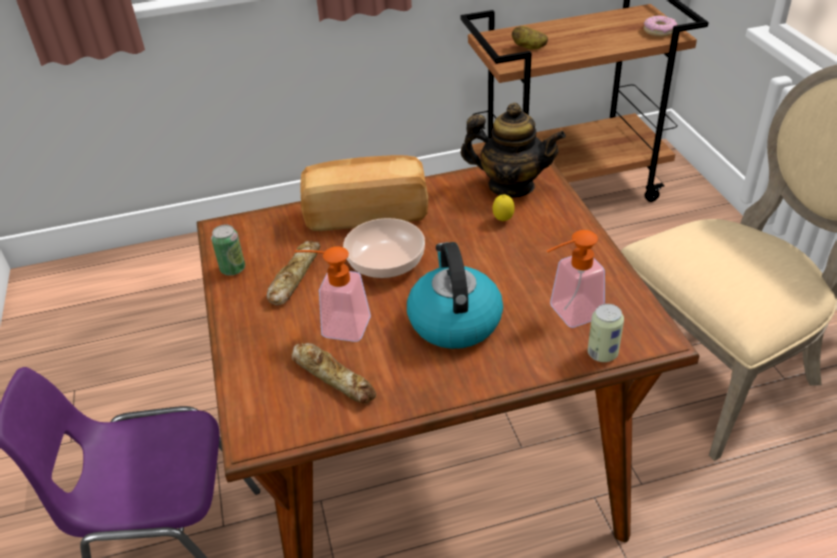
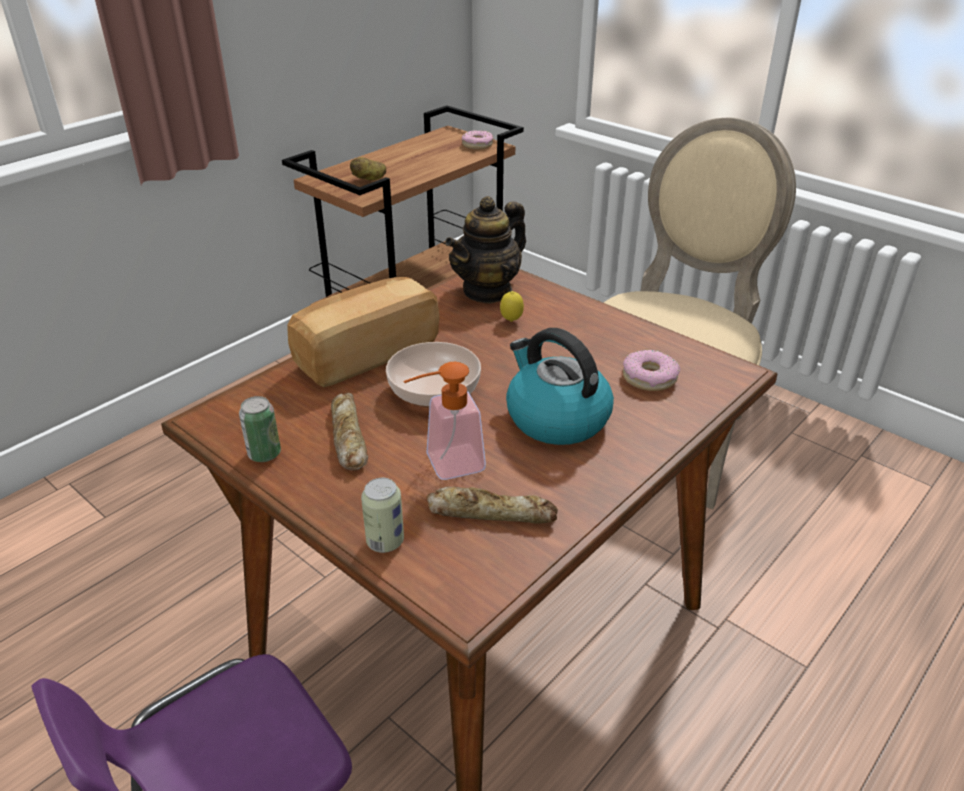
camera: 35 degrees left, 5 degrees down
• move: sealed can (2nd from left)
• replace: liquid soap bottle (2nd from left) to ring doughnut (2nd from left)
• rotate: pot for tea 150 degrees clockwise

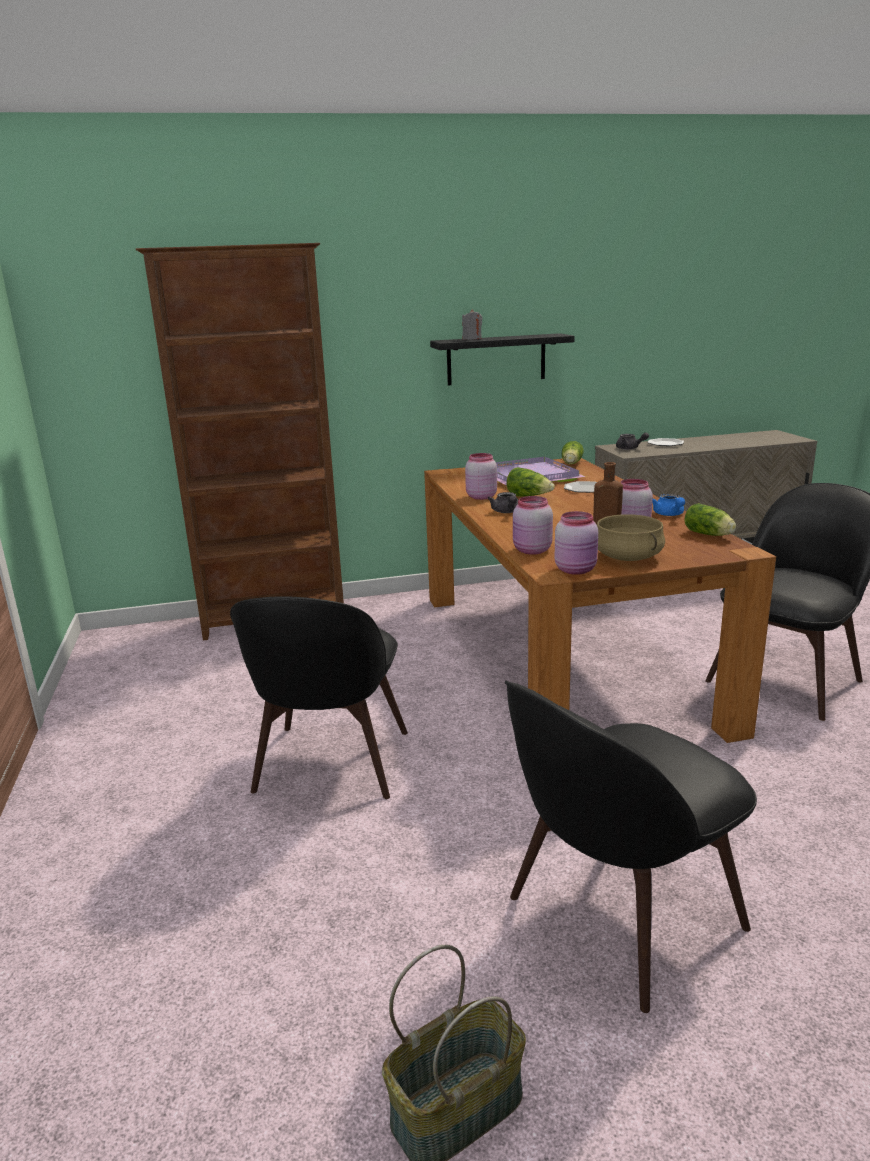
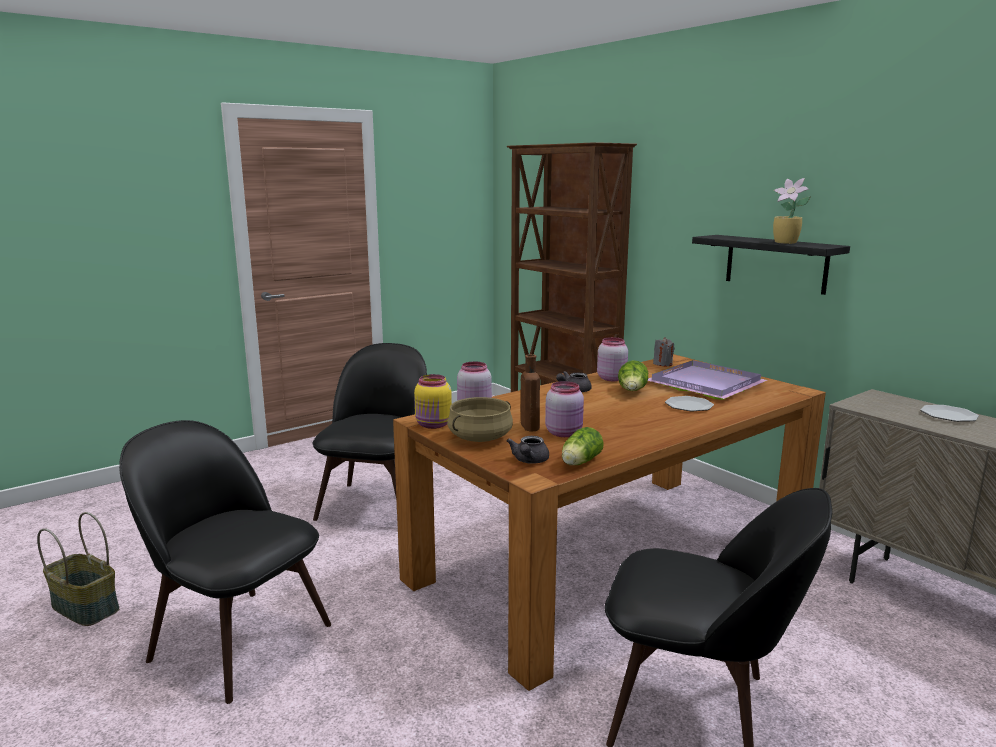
camera: 65 degrees right, 5 degrees down
• delete: head of lettuce (2nd from left)
• delete: pot for tea in blue-coloured
• insert: houseplant
• move: wax candle in gray
• move: pot for tea in gray (2nd from left in the first image) to pot for tea in gray (1st from left)
• recolor: storage jar in pink (3rd from left) to storage jar in yellow
• rotate: plain chair in black-coloured (1st from left in the first image) 120 degrees clockwise

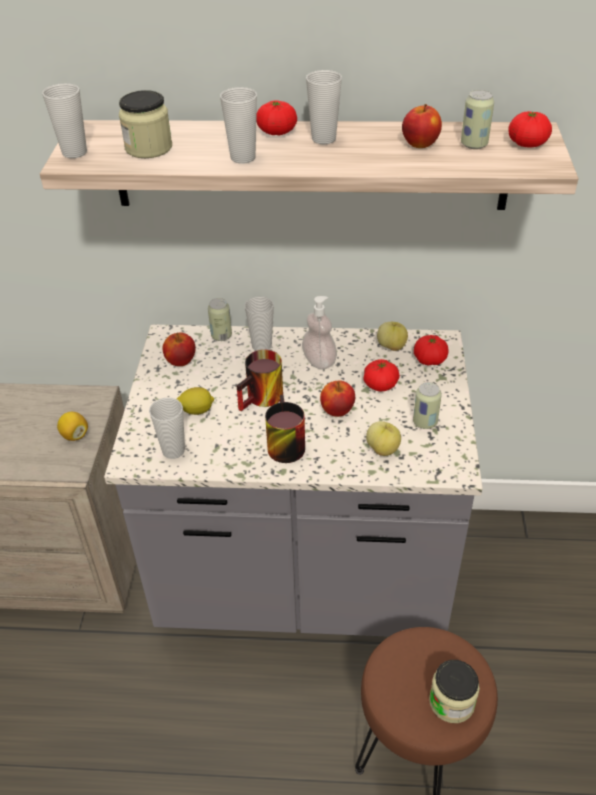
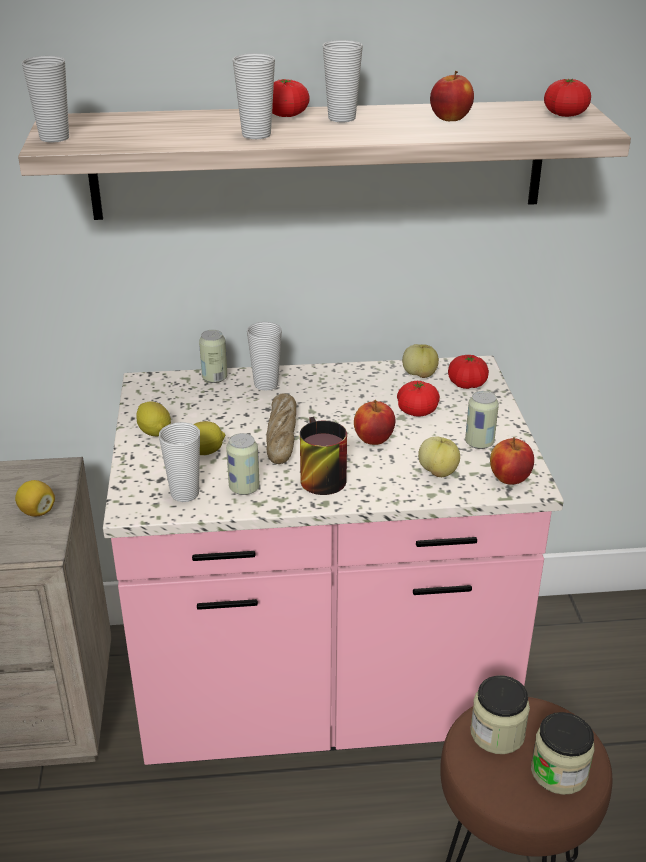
camera: 10 degrees left, 10 degrees down
• delete: liquid soap bottle
• insert: citrus fruit (2nd from left)
• move: storage jar (1st from left)
• move: whole apple (1st from left in the first image) to whole apple (5th from left)
• move: sealed can (3rd from left in the first image) to sealed can (2nd from left)
• replace: coffee mug (1st from left) to bread
• recolor: kitchen counter in gray to kitchen counter in pink

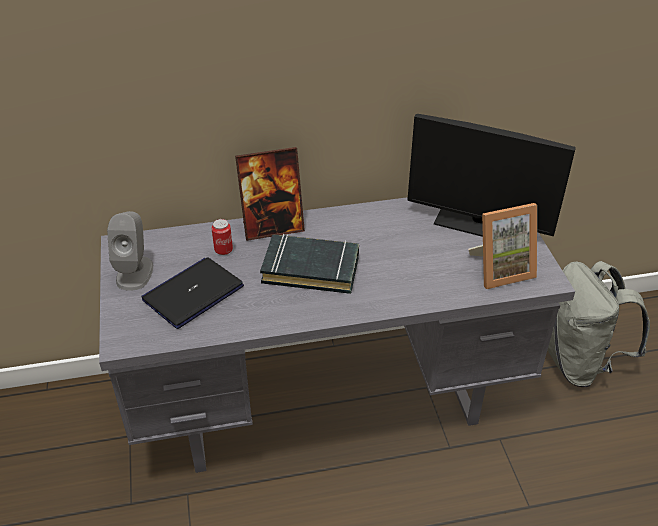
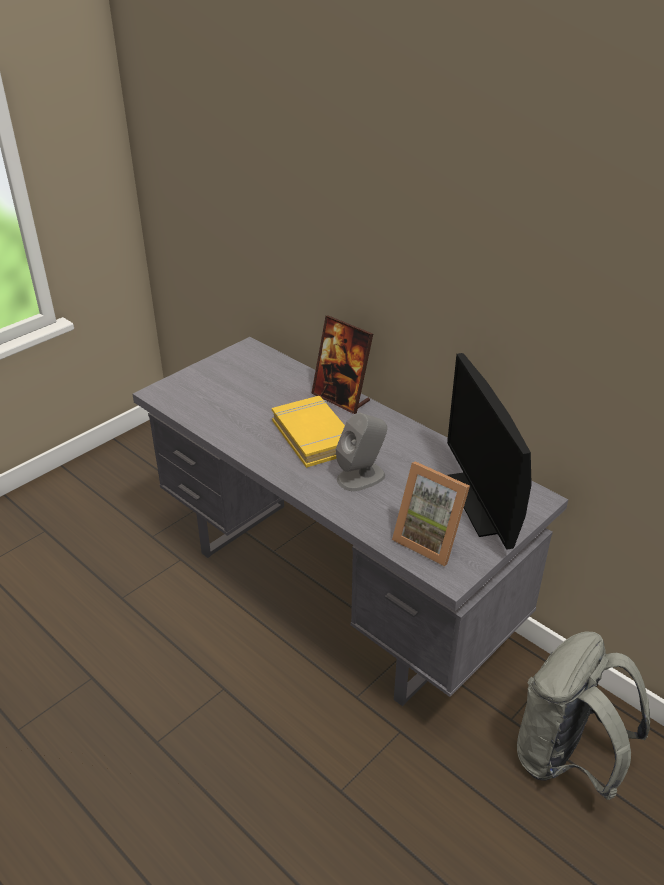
camera: 55 degrees right, 5 degrees down
• delete: portable computer
• delete: sealed can
• move: speaker in gray
• recolor: book in black-coloured to book in yellow

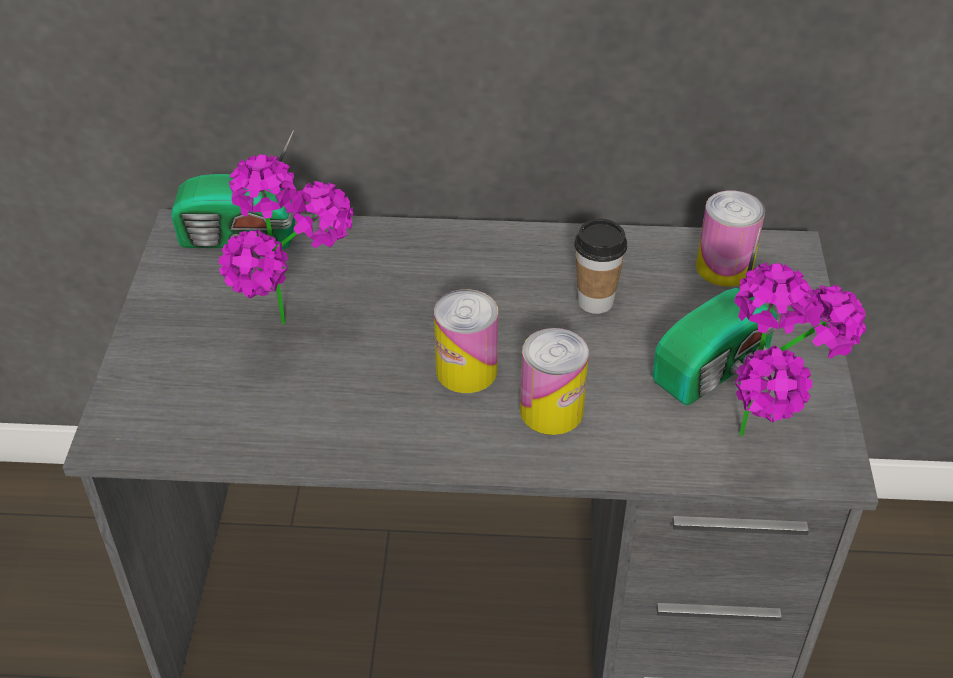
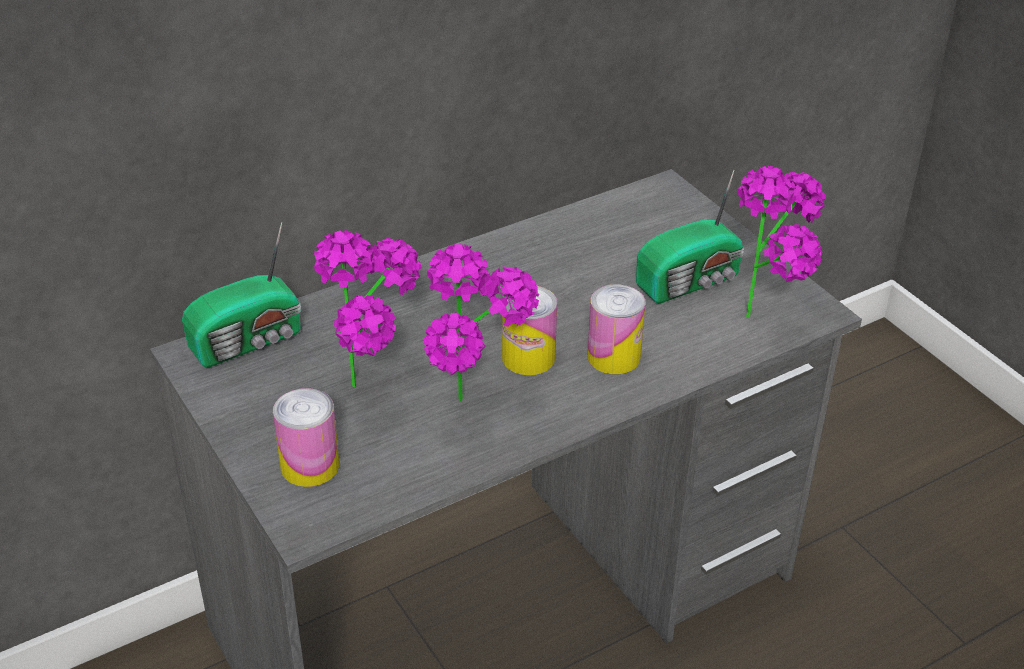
camera: 35 degrees left, 5 degrees down
• delete: drinking cup
• insert: houseplant (2nd from left)
• move: sealed can (3rd from left in the first image) to sealed can (1st from left)
• rotate: radio set (2nd from left) 45 degrees clockwise

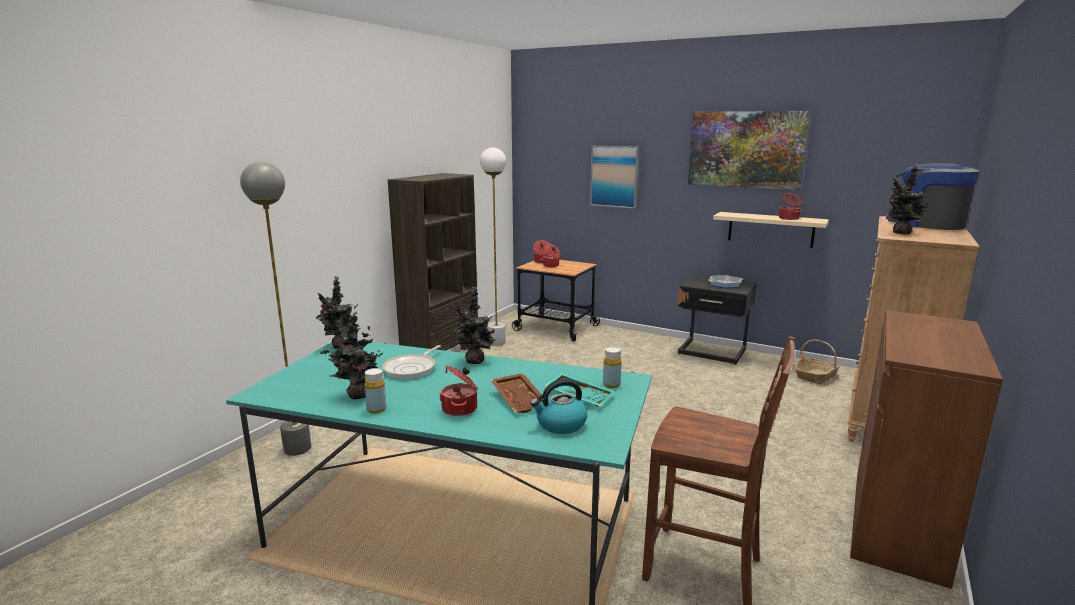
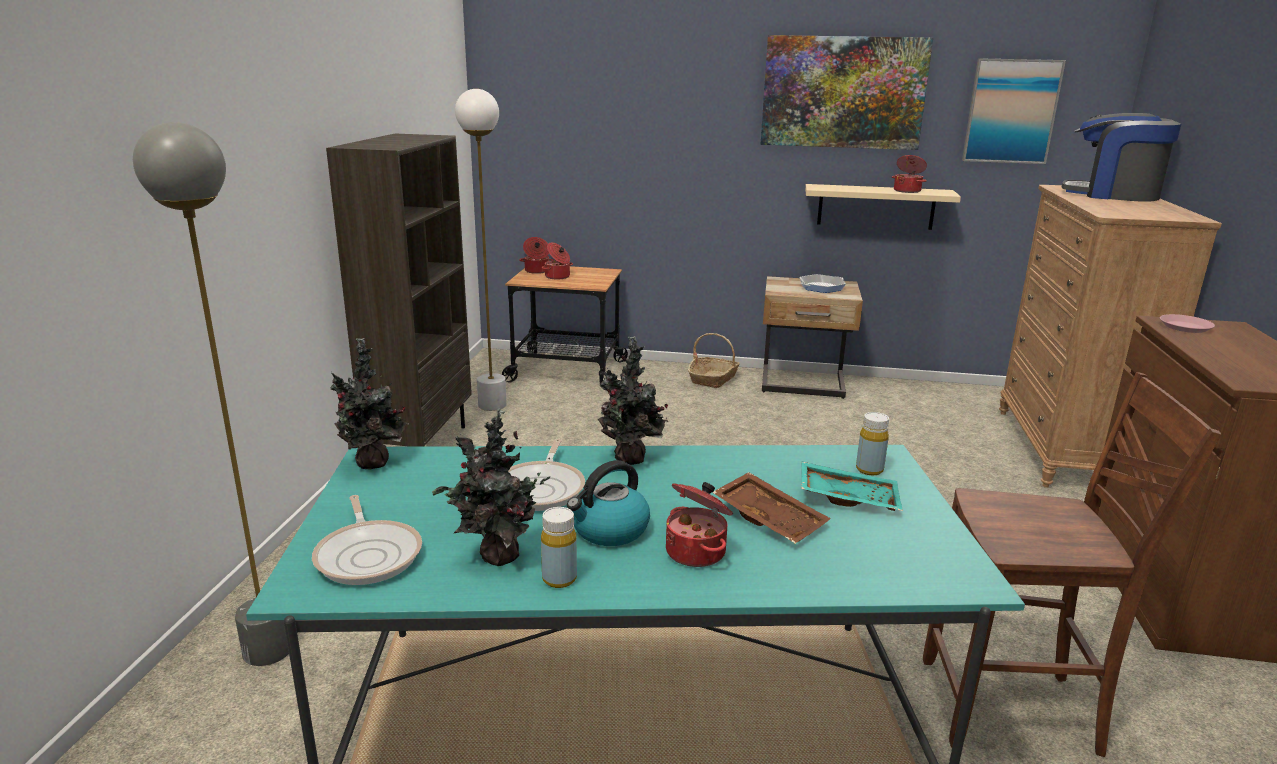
camera: 20 degrees left, 5 degrees up
• delete: houseplant (4th from left)
• insert: pan (1st from left)
• insert: flat dish in pink
• move: water kettle
• move: wall art (1st from left in the first image) to wall art (2nd from left)
• move: basket
• recolor: nightstand in black-coloured to nightstand in beige

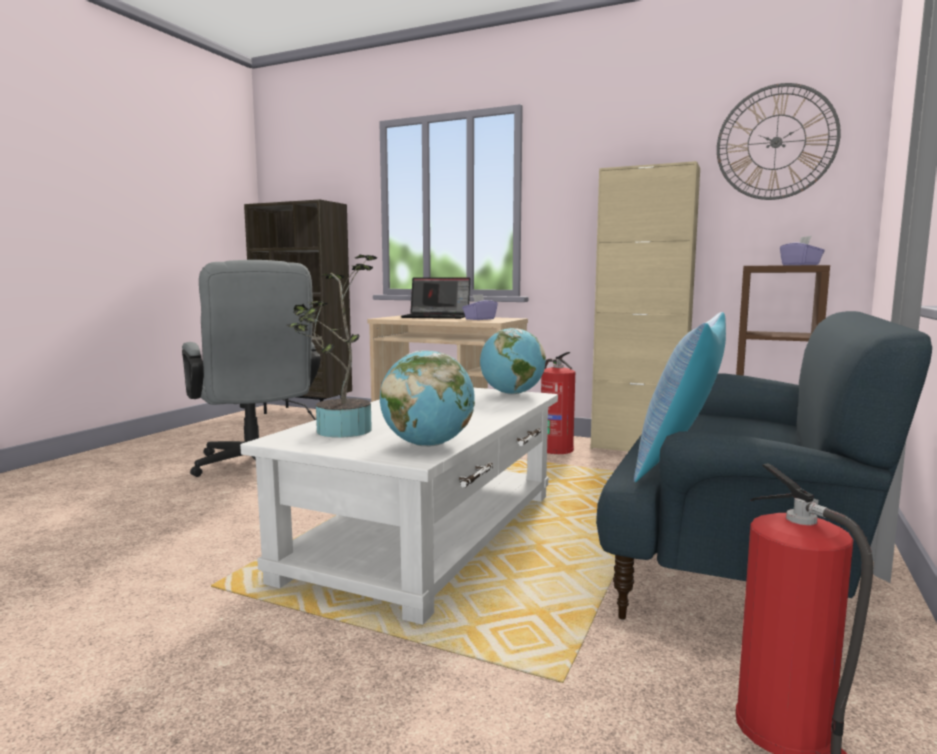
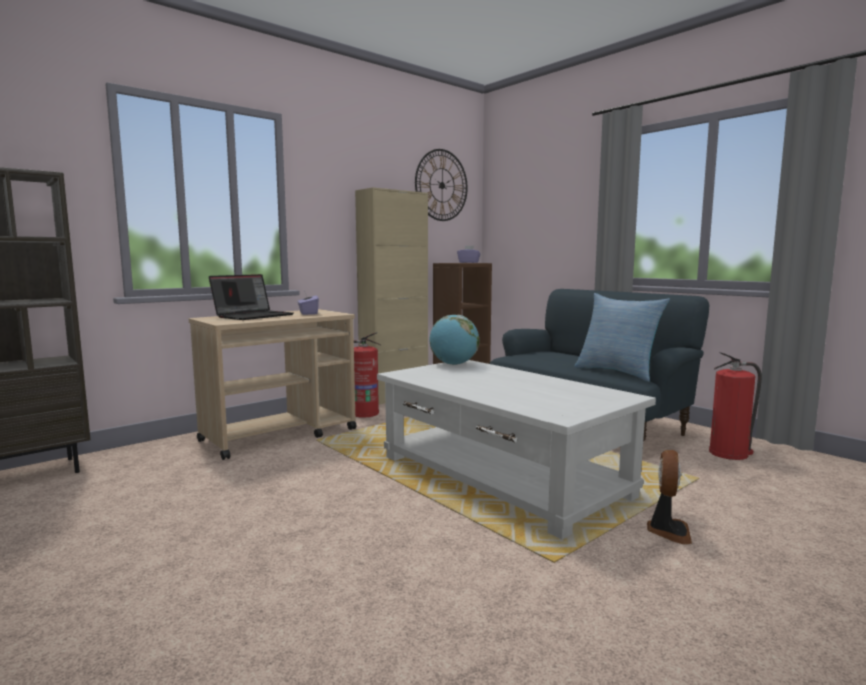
camera: 65 degrees left, 0 degrees up
• delete: computer chair in gray
• delete: houseplant
• delete: world globe (1st from left)
• insert: cooling fan

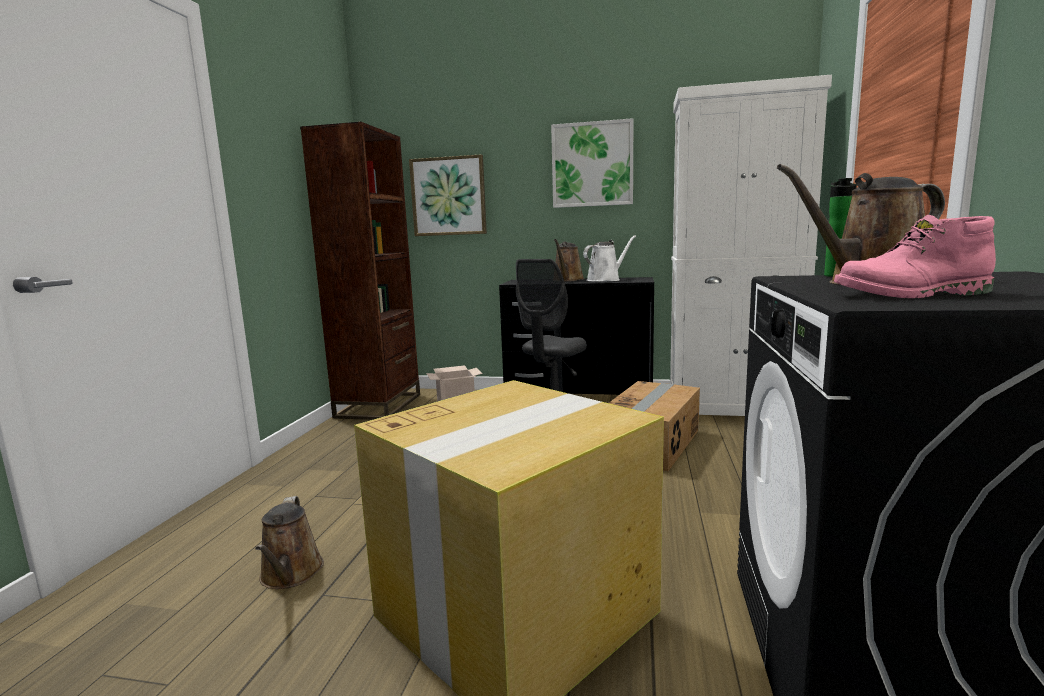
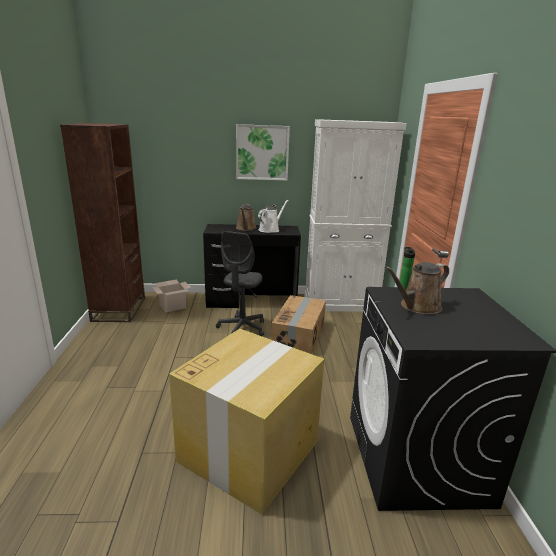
camera: 15 degrees left, 10 degrees up
• delete: watering pot in brown (1st from left)
• delete: wall art (1st from left)
• delete: boot in pink

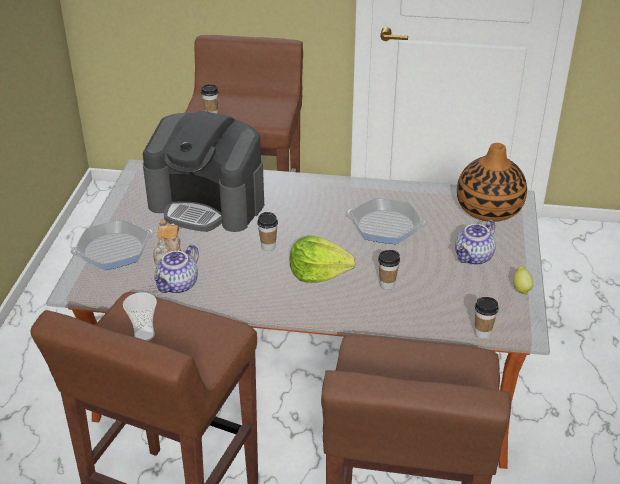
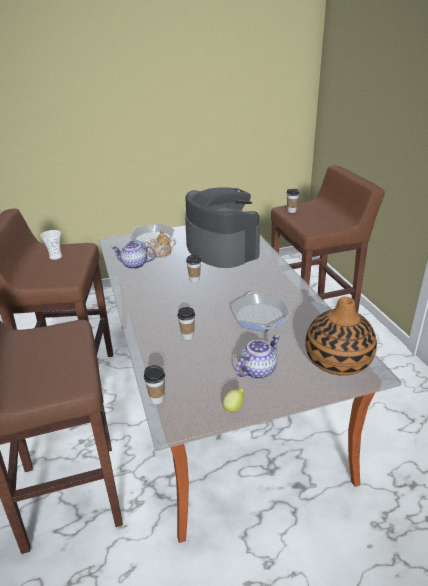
camera: 65 degrees right, 5 degrees down
• delete: head of lettuce
• rotate: coffee brewer 150 degrees clockwise
• rotate: pot for tea (3rd from left) 120 degrees clockwise

